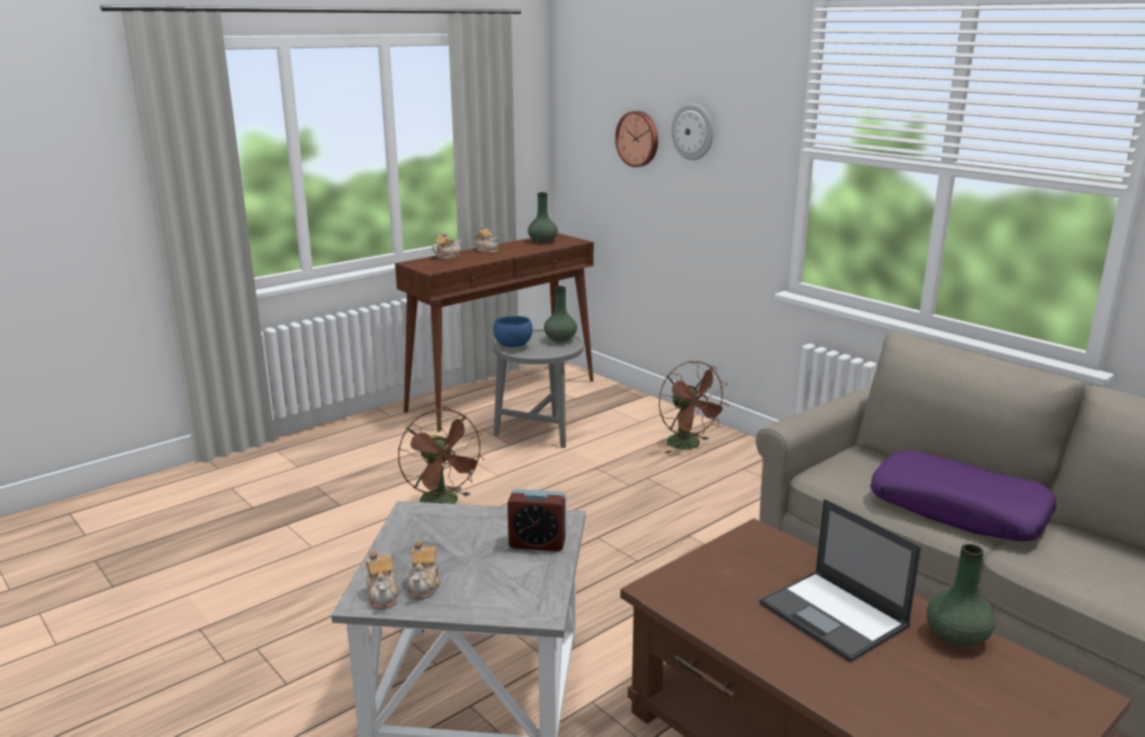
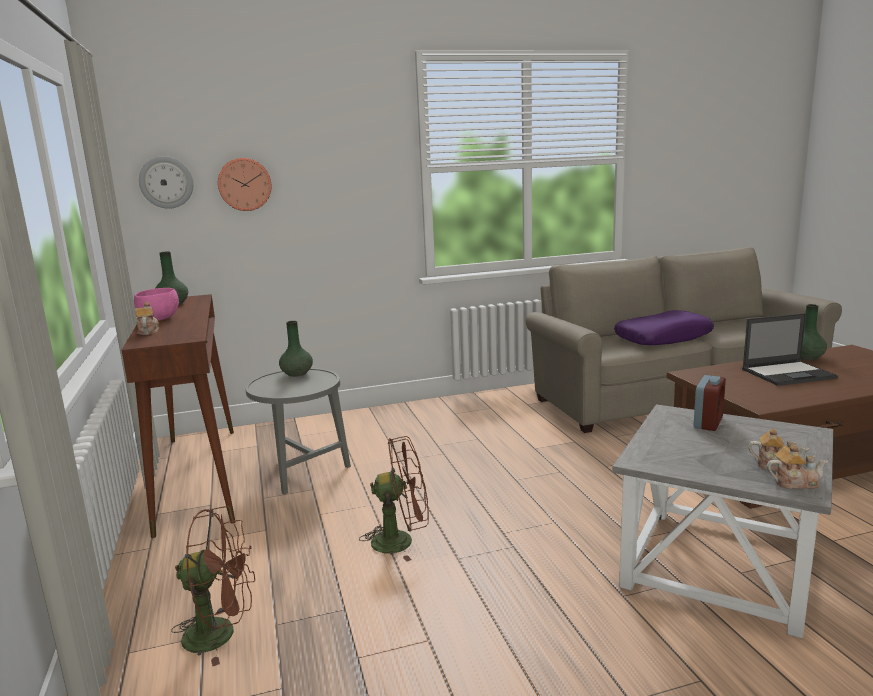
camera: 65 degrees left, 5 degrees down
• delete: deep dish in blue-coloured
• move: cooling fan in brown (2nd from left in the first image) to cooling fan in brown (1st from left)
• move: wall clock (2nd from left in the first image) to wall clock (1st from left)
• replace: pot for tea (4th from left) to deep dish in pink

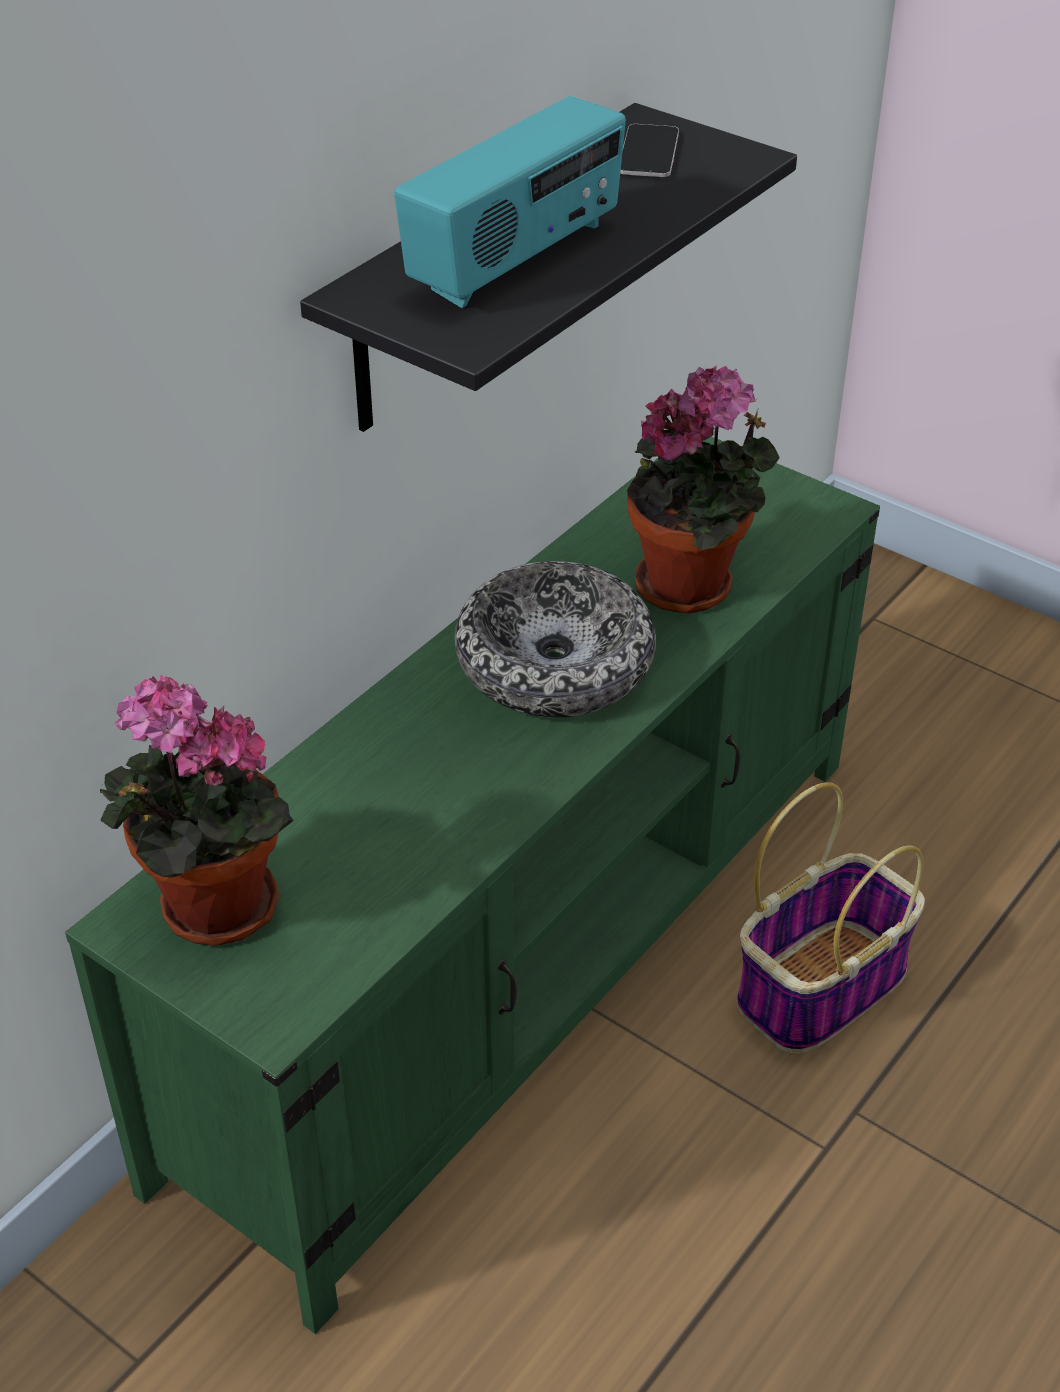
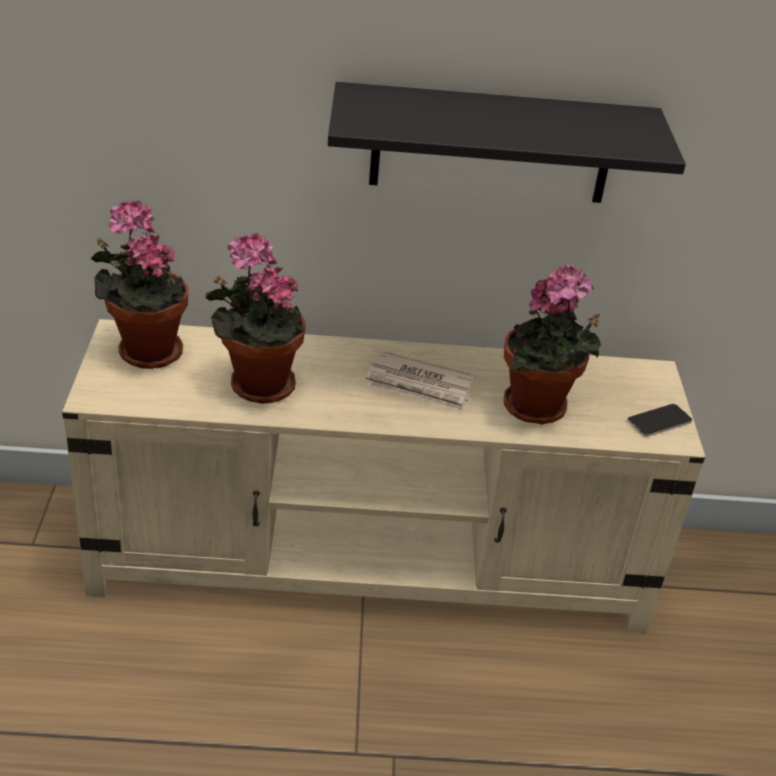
camera: 50 degrees right, 5 degrees down
• delete: radio set
• delete: basket
• insert: houseplant (2nd from left)
• move: phone
• replace: deep dish to newspaper
• recolor: tv stand in green-coloured to tv stand in beige

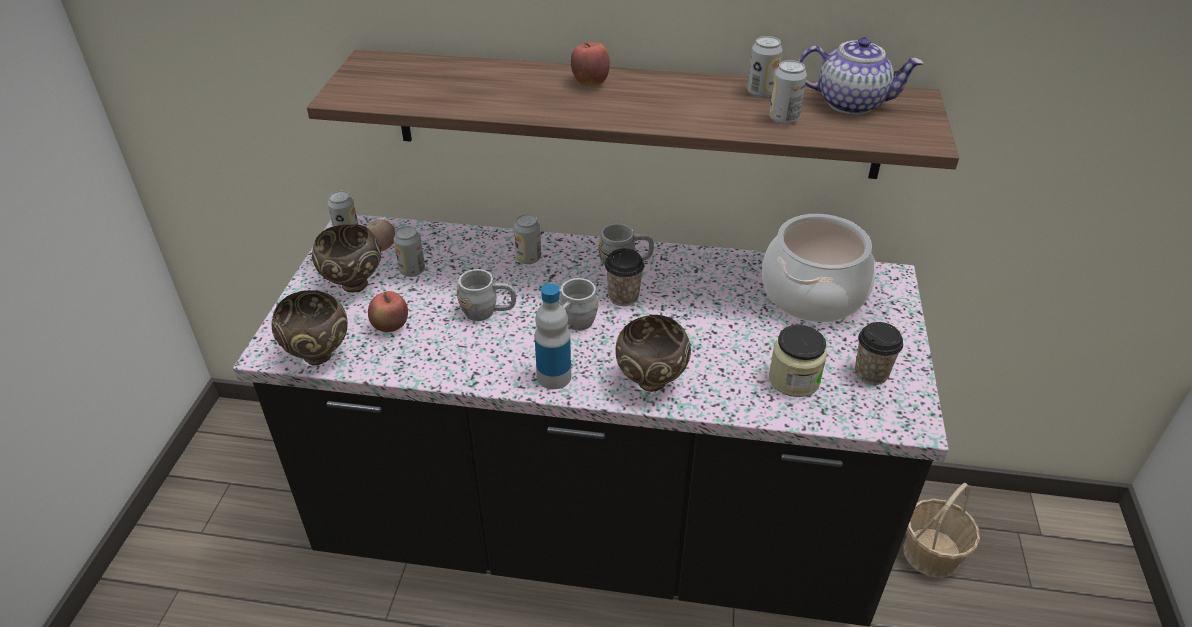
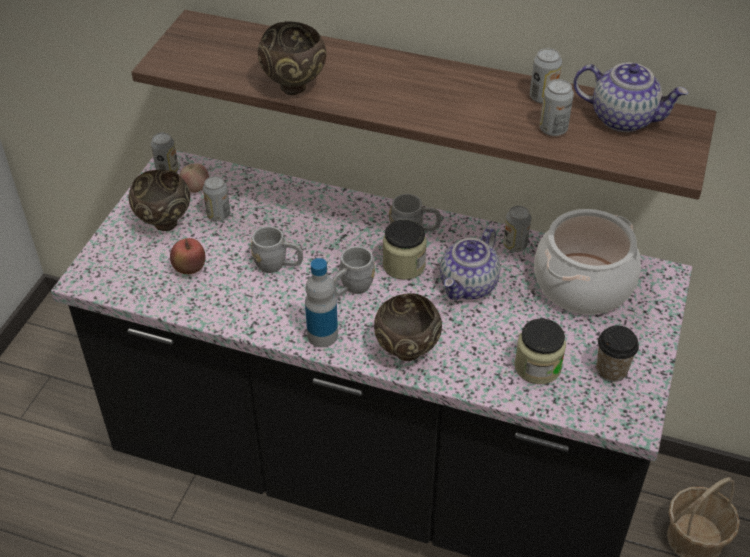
camera: 10 degrees right, 5 degrees up
• delete: whole apple (3rd from left)
• insert: pot for tea (1st from left)
• move: deep dish in brown (1st from left in the first image) to deep dish in brown (2nd from left)
• move: sealed can (3rd from left)
• replace: drinking cup (1st from left) to storage jar (1st from left)

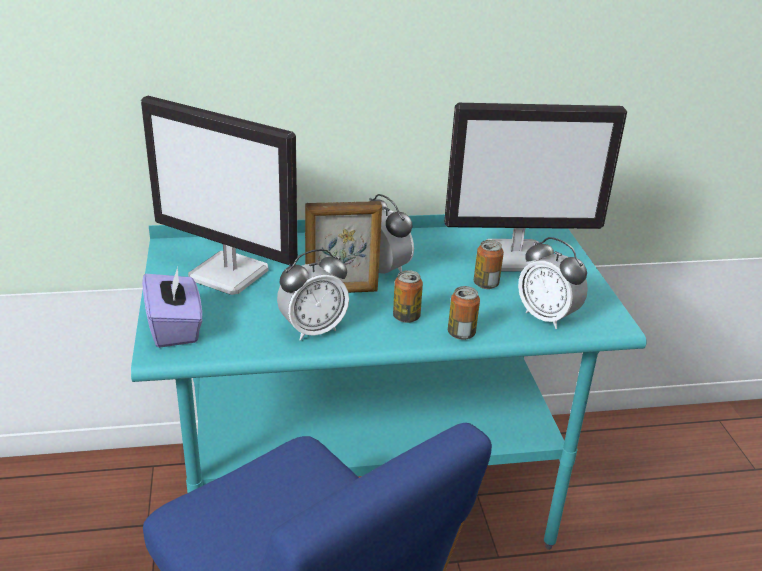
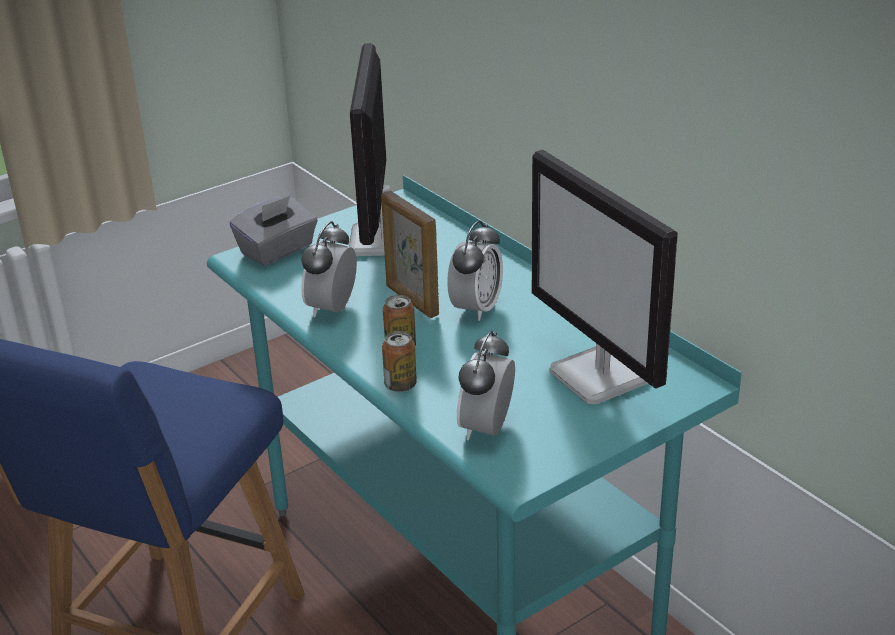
camera: 65 degrees right, 0 degrees up
• delete: sealed can (3rd from left)
• recolor: tissue box in purple to tissue box in gray
• rotate: alarm clock (1st from left) 75 degrees clockwise

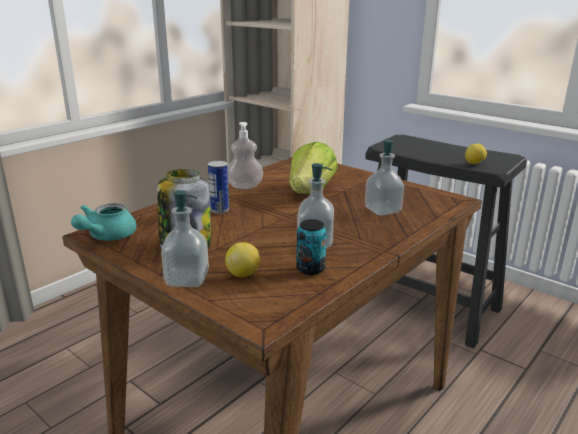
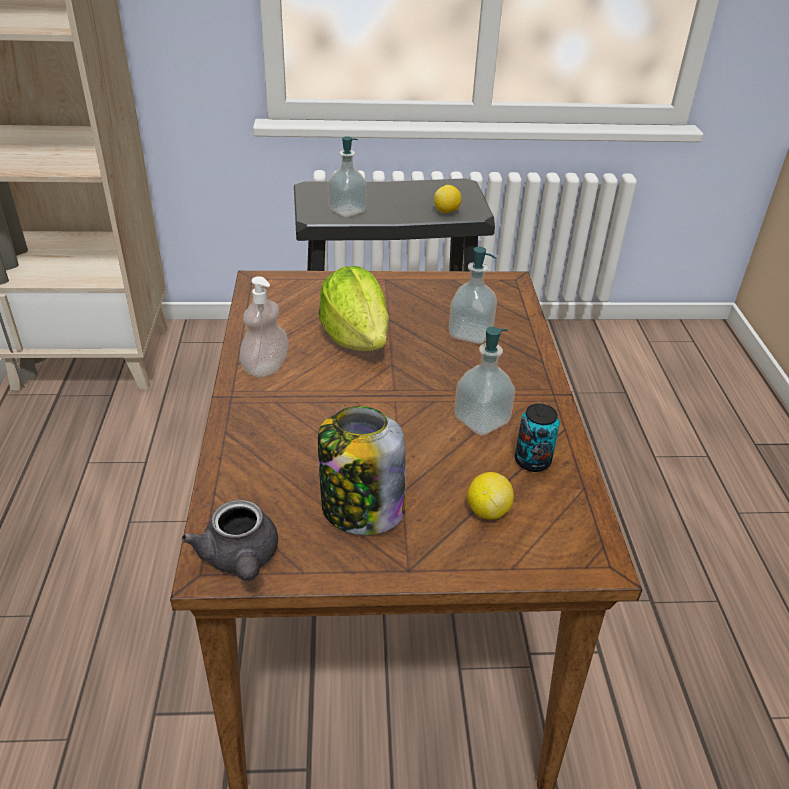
camera: 45 degrees left, 15 degrees up
• delete: sealed can (1st from left)
• move: liquid soap bottle (1st from left in the first image) to liquid soap bottle (2nd from left)
• recolor: pot for tea in turquoise-coloured to pot for tea in gray

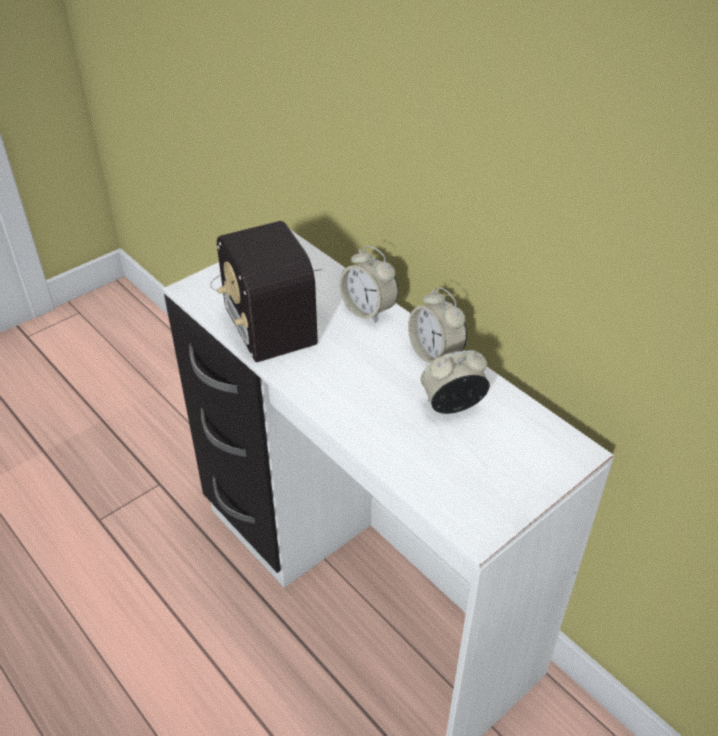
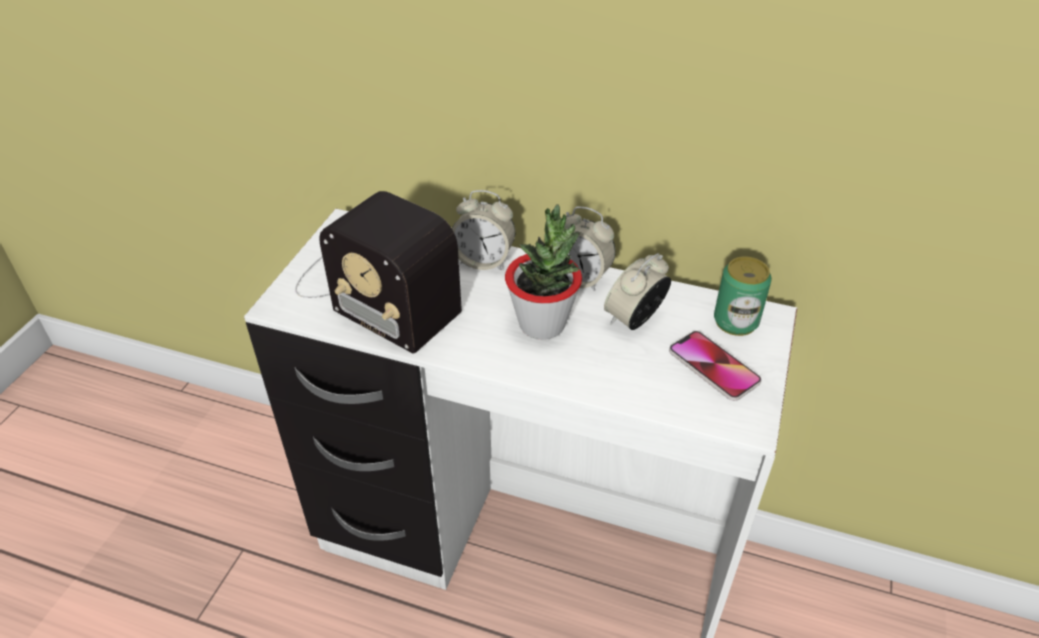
camera: 30 degrees left, 0 degrees up
• insert: houseplant
• insert: phone
• insert: sealed can

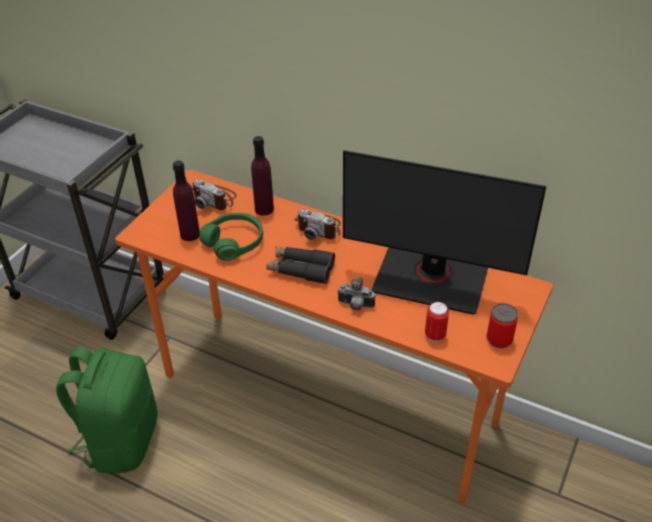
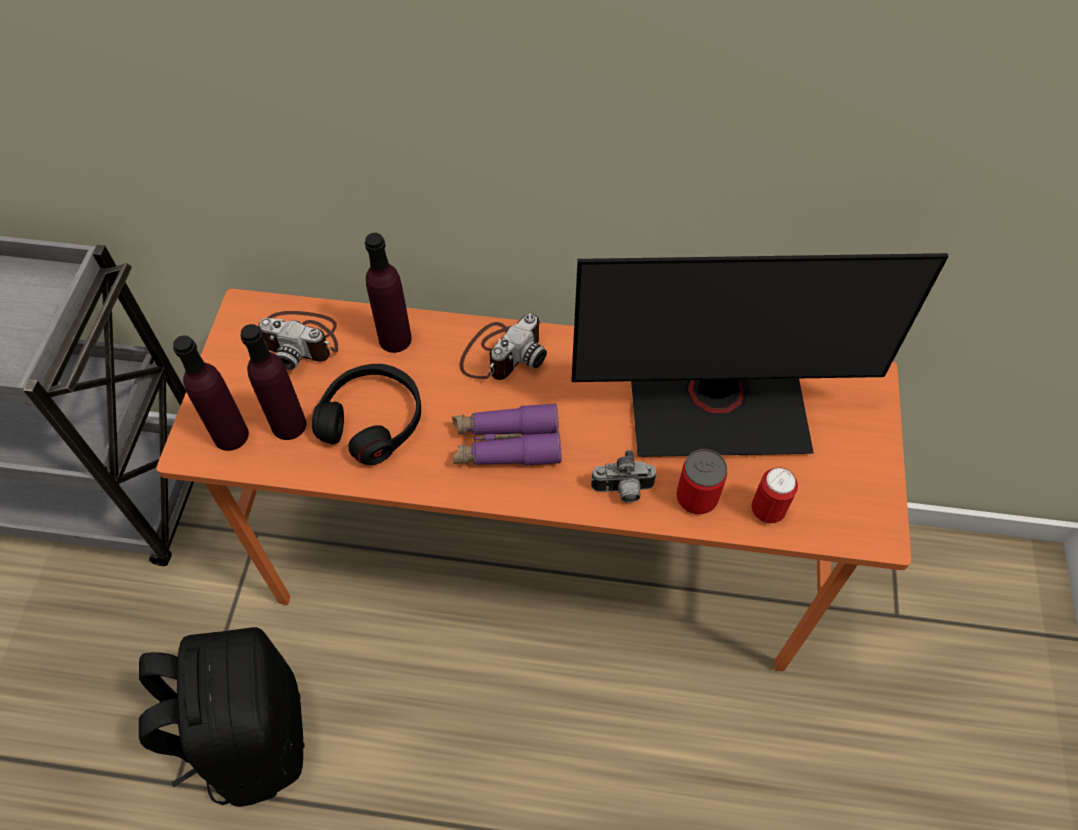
camera: 20 degrees left, 15 degrees up
• insert: beverage bottle in purple (1st from left)
• move: sealed can (2nd from left in the first image) to sealed can (1st from left)
• recolor: backpack in green-coloured to backpack in black-coloured
• recolor: pair of headphones in green-coloured to pair of headphones in black-coloured
• recolor: field glasses in black-coloured to field glasses in purple
• rotate: photo camera (2nd from left) 60 degrees counterclockwise

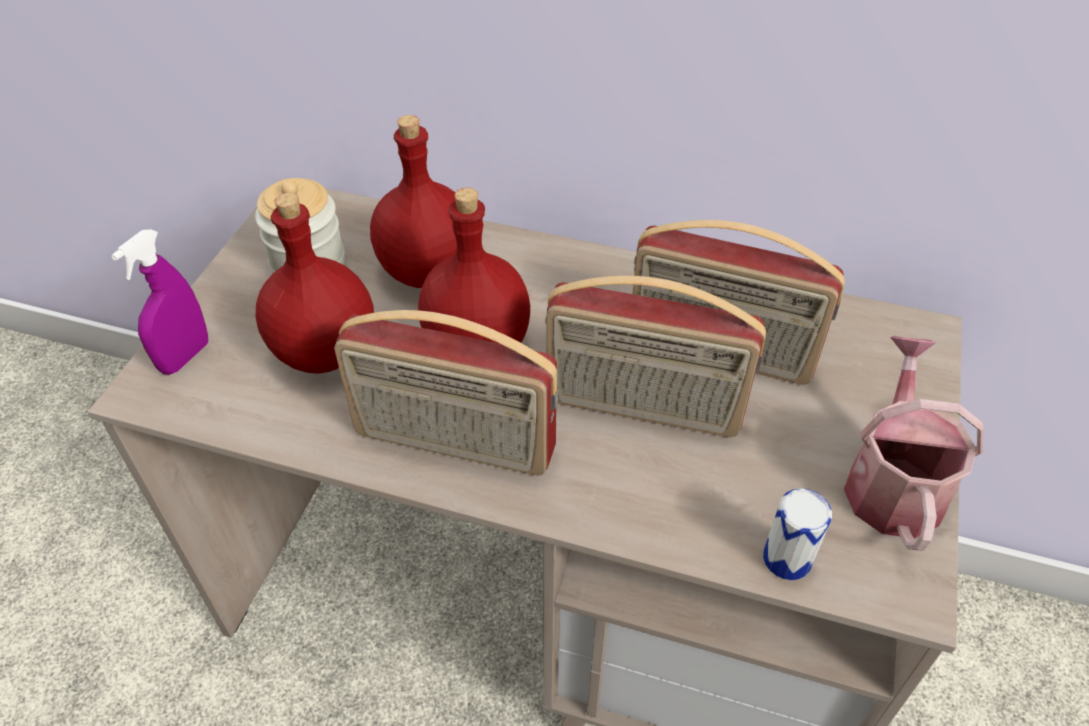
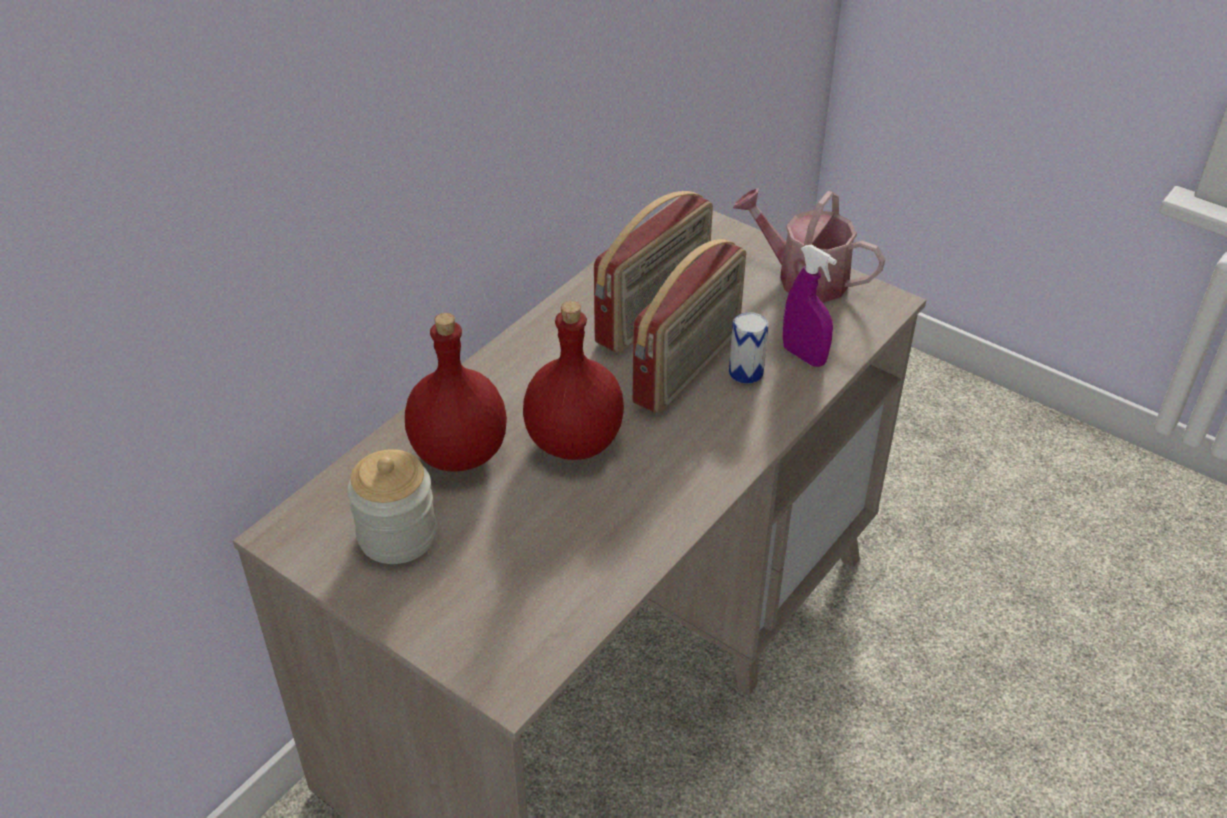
camera: 70 degrees left, 5 degrees down
• delete: beverage bottle in reddish (1st from left)
• delete: radio set (1st from left)
• move: sprayer in purple
• move: sealed can

